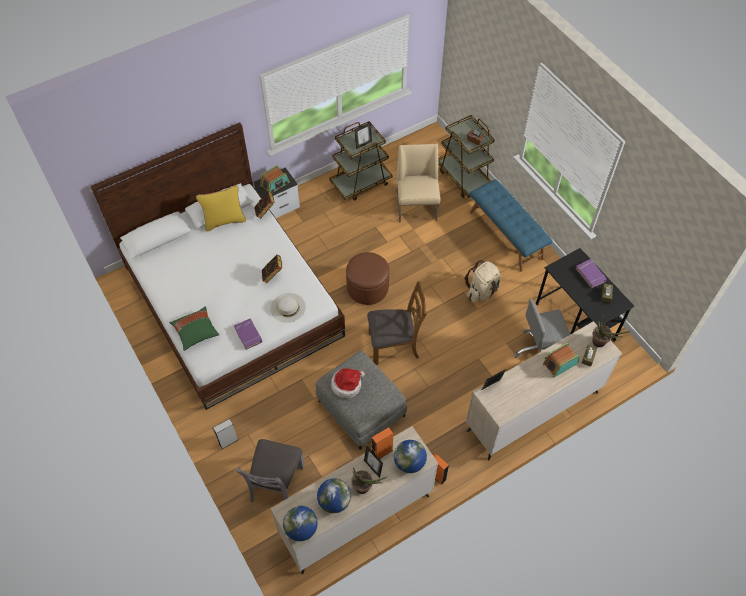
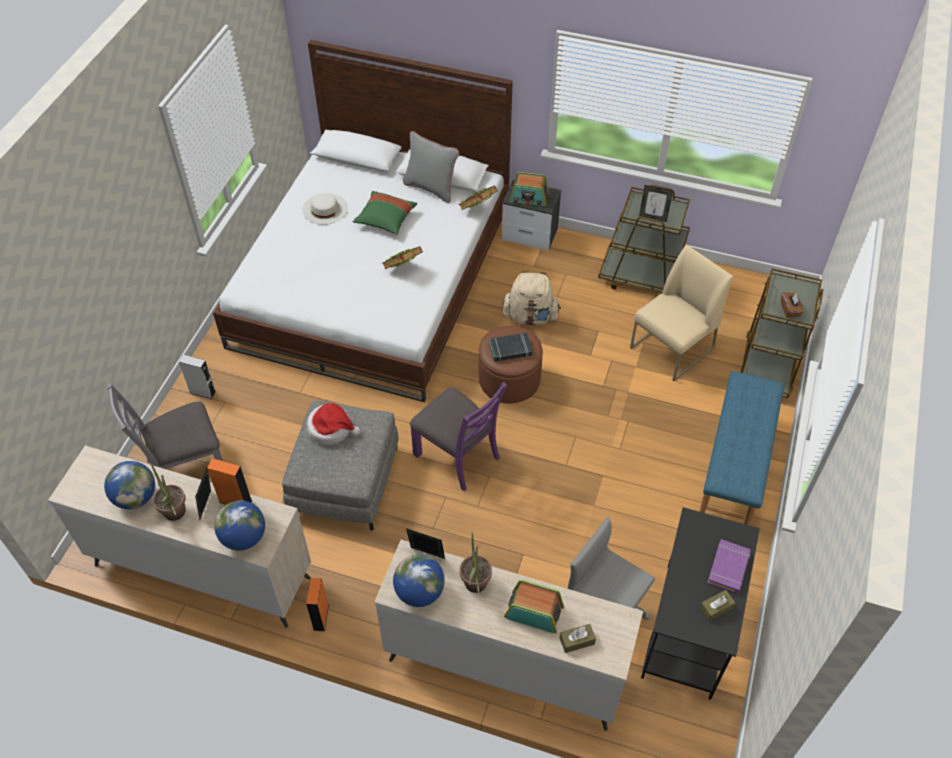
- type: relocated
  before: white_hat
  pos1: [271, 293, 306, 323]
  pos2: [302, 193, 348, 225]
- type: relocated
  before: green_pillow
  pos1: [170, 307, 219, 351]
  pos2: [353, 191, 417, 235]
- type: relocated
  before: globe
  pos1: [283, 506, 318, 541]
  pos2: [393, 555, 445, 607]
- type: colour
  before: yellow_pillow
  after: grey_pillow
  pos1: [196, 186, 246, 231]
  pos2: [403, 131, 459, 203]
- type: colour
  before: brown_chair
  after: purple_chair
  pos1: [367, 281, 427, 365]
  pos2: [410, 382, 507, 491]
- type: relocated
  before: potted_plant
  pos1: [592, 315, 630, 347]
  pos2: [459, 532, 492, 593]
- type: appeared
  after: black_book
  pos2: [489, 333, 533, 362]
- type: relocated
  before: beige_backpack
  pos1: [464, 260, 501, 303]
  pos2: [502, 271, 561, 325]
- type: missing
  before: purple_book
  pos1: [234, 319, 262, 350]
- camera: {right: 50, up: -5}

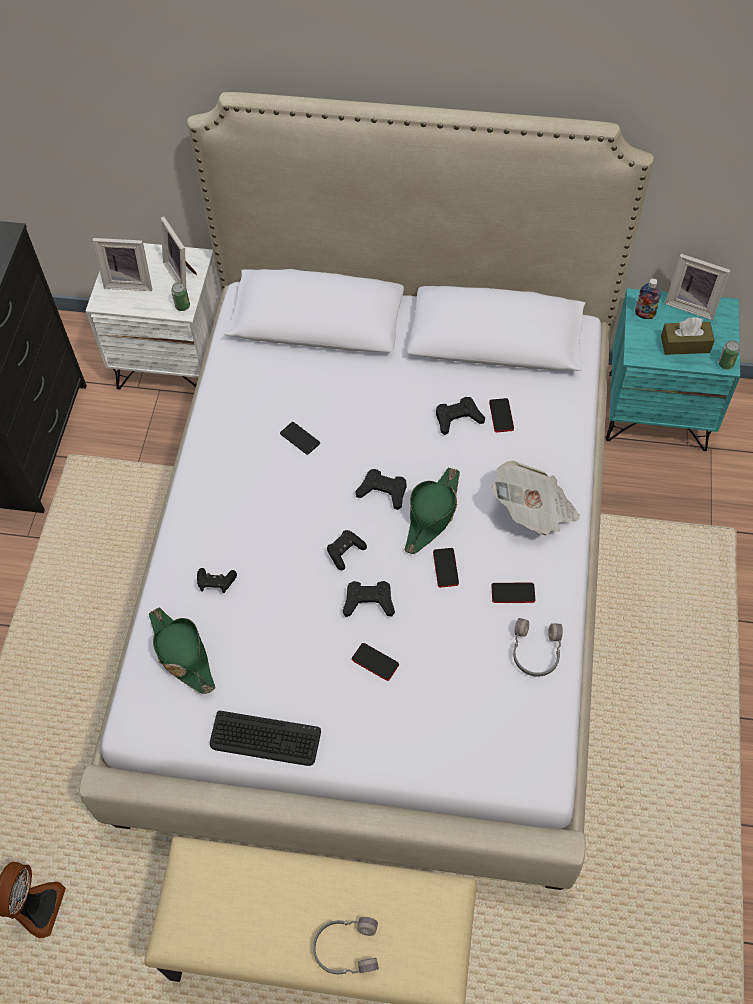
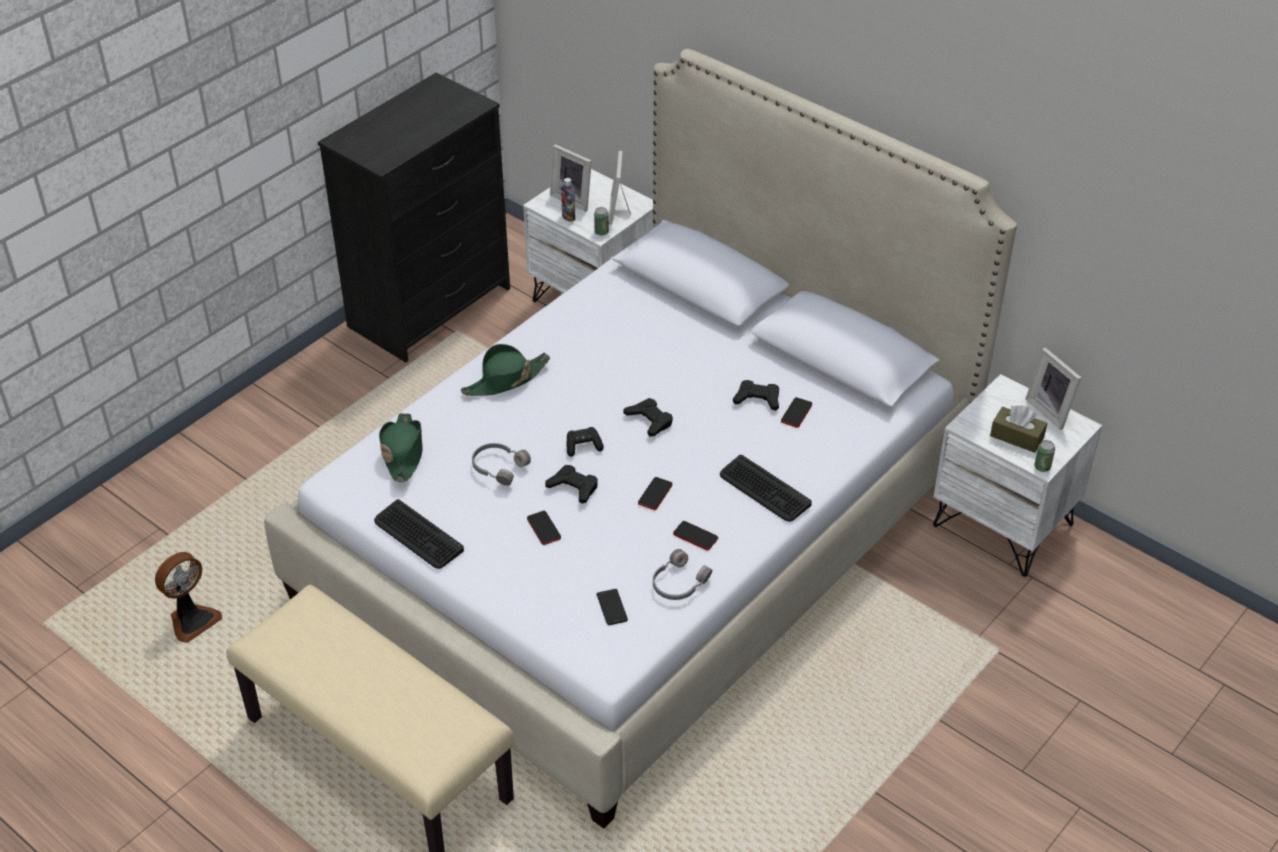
- type: relocated
  before: green_hat
  pos1: [404, 468, 460, 554]
  pos2: [461, 344, 550, 396]
- type: relocated
  before: grey_headphones
  pos1: [313, 917, 379, 974]
  pos2: [472, 443, 531, 486]
- type: relocated
  before: bottle
  pos1: [635, 278, 661, 319]
  pos2: [561, 178, 576, 222]
- type: relocated
  before: phone
  pos1: [280, 422, 320, 455]
  pos2: [597, 589, 628, 625]
- type: exchanged
  before: newspaper
  after: keyboard
  pos1: [491, 461, 580, 535]
  pos2: [720, 455, 812, 522]
- type: colour
  before: turquoise_nightstand
  after: white_nightstand
  pos1: [606, 288, 740, 451]
  pos2: [933, 374, 1102, 577]
- type: missing
  before: black_game_controller
  pos1: [197, 568, 237, 593]
- camera: {right: 30, up: -15}

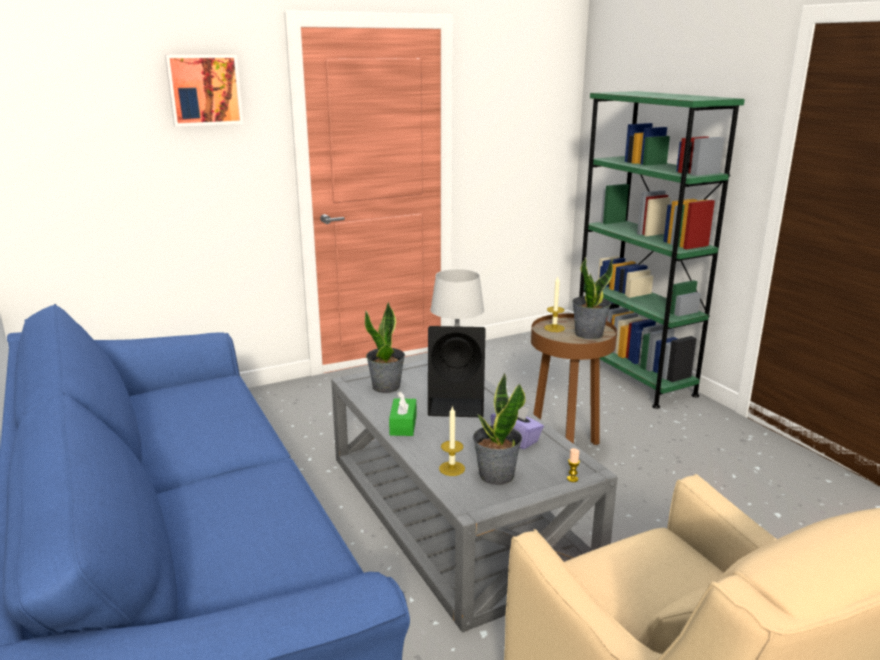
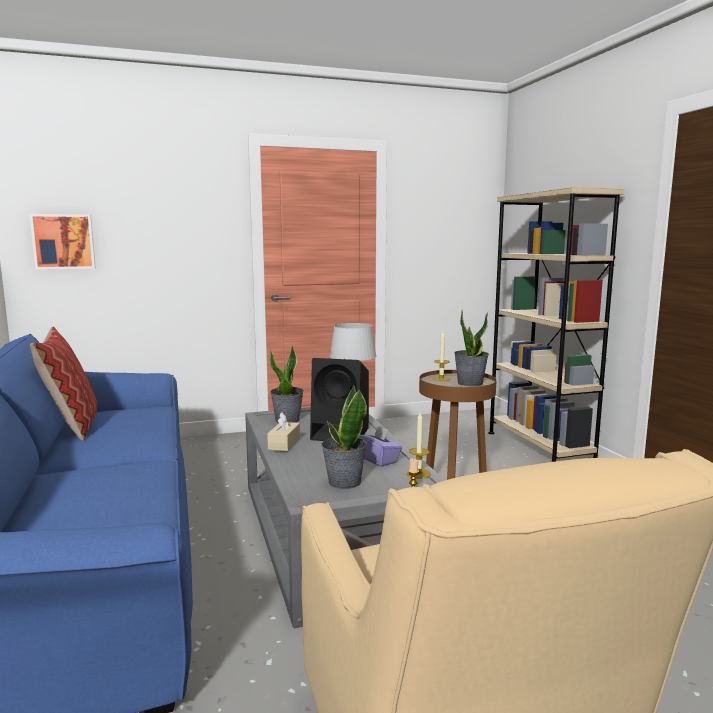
- type: relocated
  before: picture
  pos1: [165, 55, 243, 127]
  pos2: [30, 214, 96, 270]
- type: appeared
  after: pillow
  pos2: [30, 327, 97, 441]
- type: colour
  before: green_tissue_box
  after: beige_tissue_box
  pos1: [389, 391, 417, 436]
  pos2: [267, 412, 300, 451]
- type: relocated
  before: candle
  pos1: [439, 405, 465, 476]
  pos2: [407, 413, 431, 479]
- type: colour
  before: green_bookcase
  after: beige_bookcase
  pos1: [579, 91, 745, 409]
  pos2: [488, 187, 624, 462]
- camera: {right: 10, up: -10}

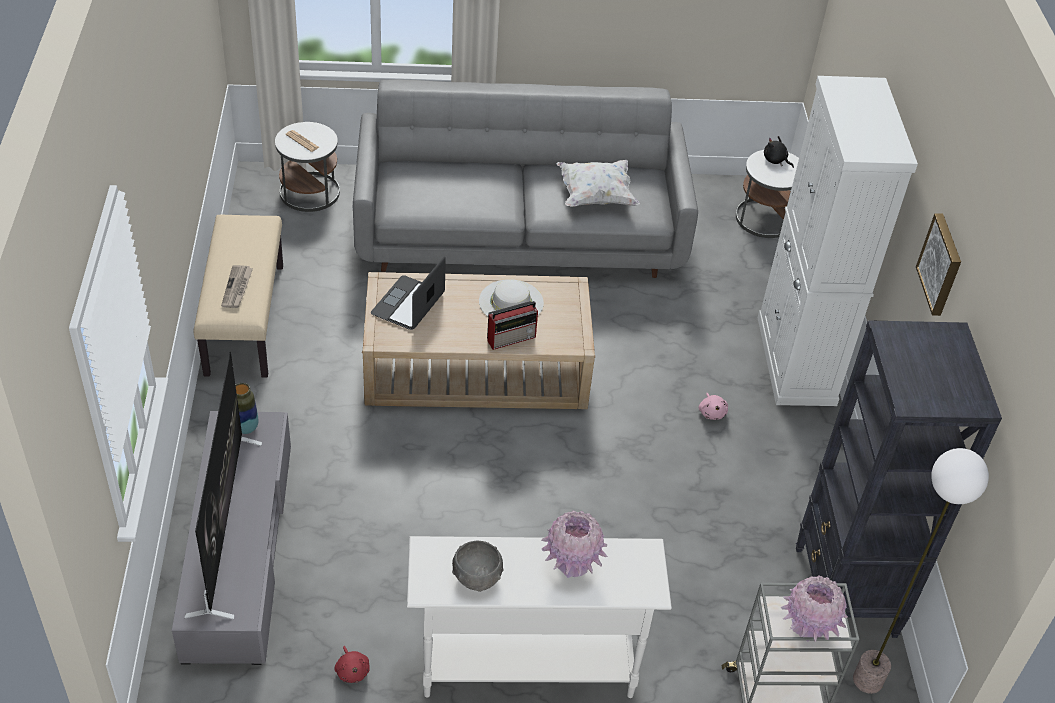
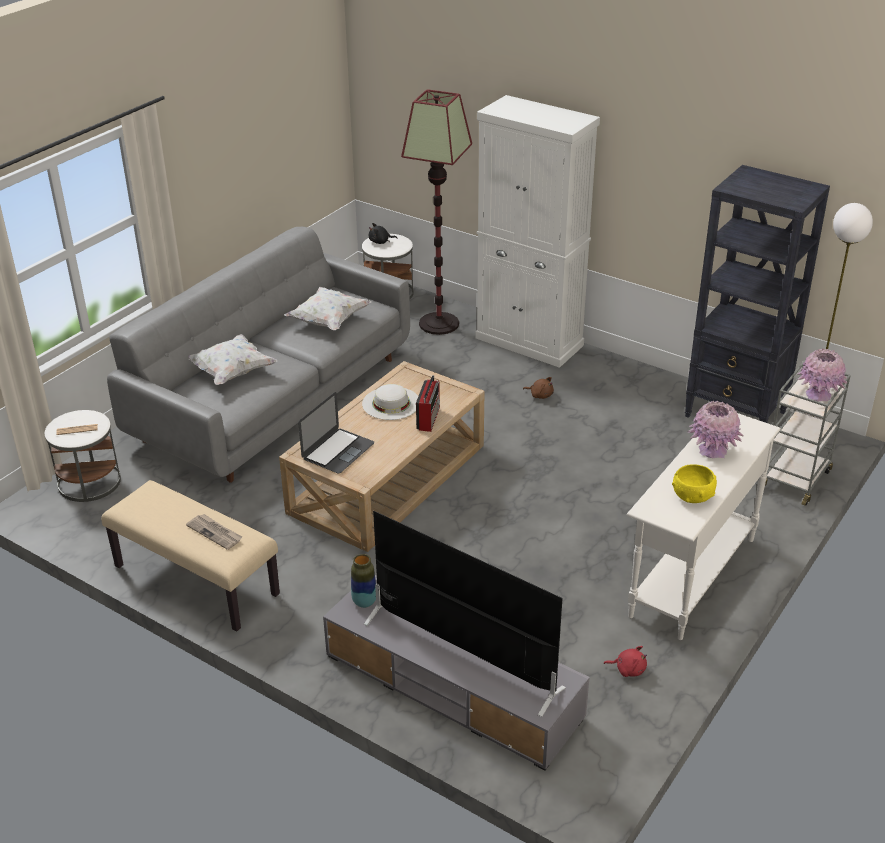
- type: appeared
  after: white_pillow
  pos2: [188, 334, 277, 385]
- type: spun
  before: laptop
  pos1: [371, 256, 446, 330]
  pos2: [298, 392, 374, 473]
  turn: -120
- type: appeared
  after: floor_lamp
  pos2: [401, 89, 472, 335]
- type: colour
  before: pink_plush_toy
  after: brown_plush_toy
  pos1: [699, 393, 728, 420]
  pos2: [523, 377, 554, 399]
- type: colour
  before: grey_bowl
  after: yellow_bowl
  pos1: [452, 541, 504, 592]
  pos2: [672, 464, 717, 503]
- type: missing
  before: picture
  pos1: [916, 213, 961, 316]
- camera: {right: -50, up: -10}

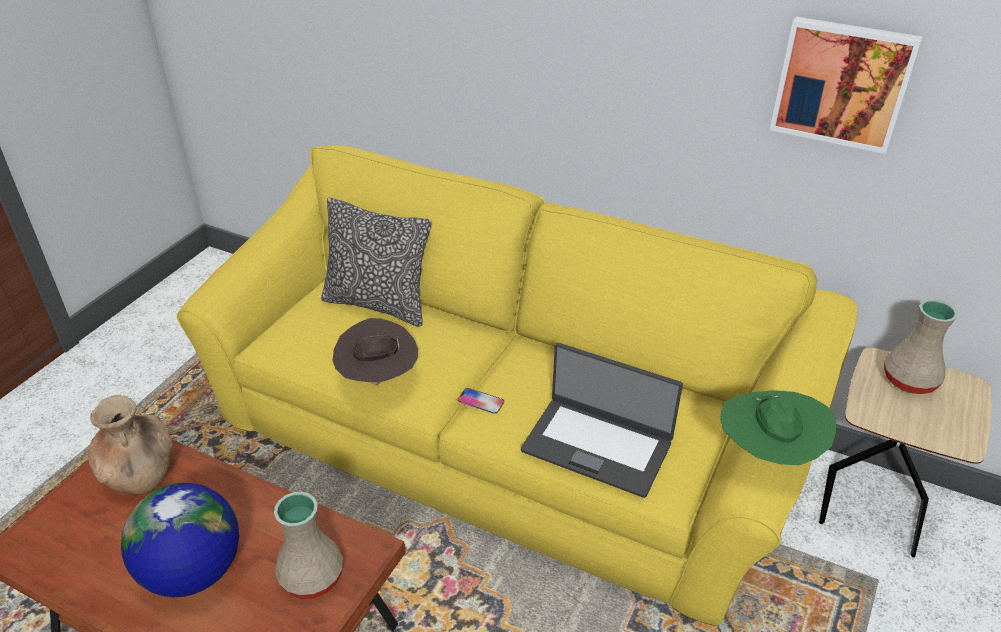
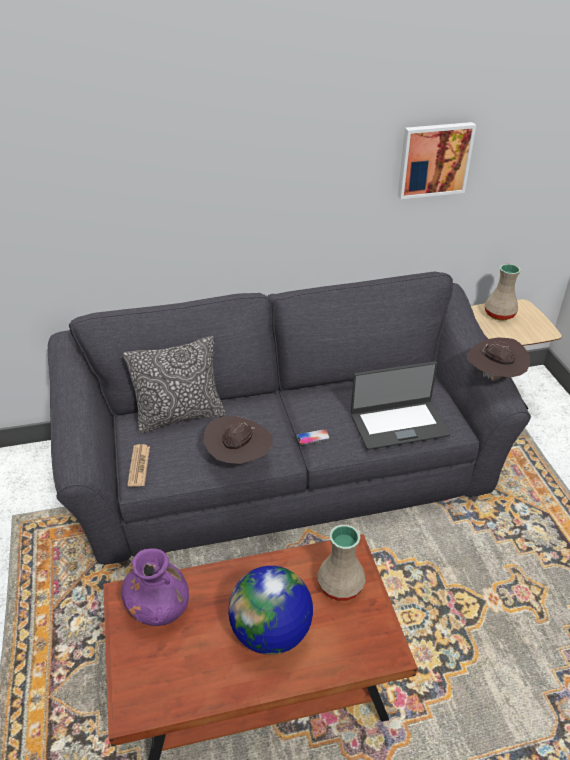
- type: colour
  before: yellow_sofa
  after: grey_sofa
  pos1: [177, 145, 858, 626]
  pos2: [48, 272, 531, 565]
- type: colour
  before: brown_vase
  after: purple_vase
  pos1: [88, 395, 173, 495]
  pos2: [121, 548, 189, 626]
- type: appeared
  after: newspaper
  pos2: [127, 444, 150, 487]
- type: colour
  before: green_hat
  after: brown_hat
  pos1: [720, 390, 836, 465]
  pos2: [467, 338, 530, 381]
- camera: {right: -40, up: 0}

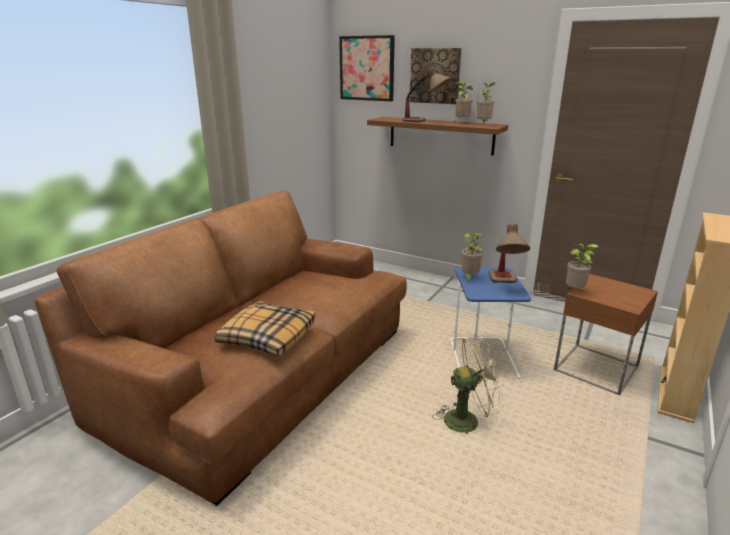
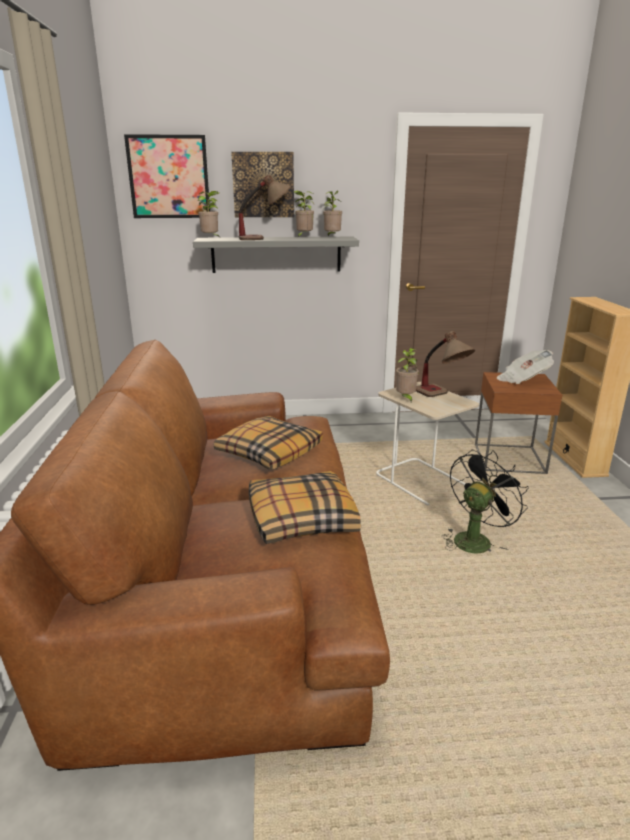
- type: colour
  before: brown_shelf
  after: grey_shelf
  pos1: [367, 117, 508, 156]
  pos2: [193, 237, 359, 273]
- type: relocated
  before: potted_plant
  pos1: [566, 244, 599, 290]
  pos2: [198, 191, 219, 236]
- type: appeared
  after: pillow
  pos2: [214, 416, 323, 470]
- type: colour
  before: blue_side_table
  after: beige_side_table
  pos1: [450, 267, 531, 379]
  pos2: [376, 382, 479, 505]
- type: colour
  before: beige_fan
  after: black_fan
  pos1: [435, 336, 505, 439]
  pos2: [443, 450, 529, 553]
- type: appeared
  after: newspaper
  pos2: [497, 350, 554, 384]
- camera: {right: -35, up: 0}

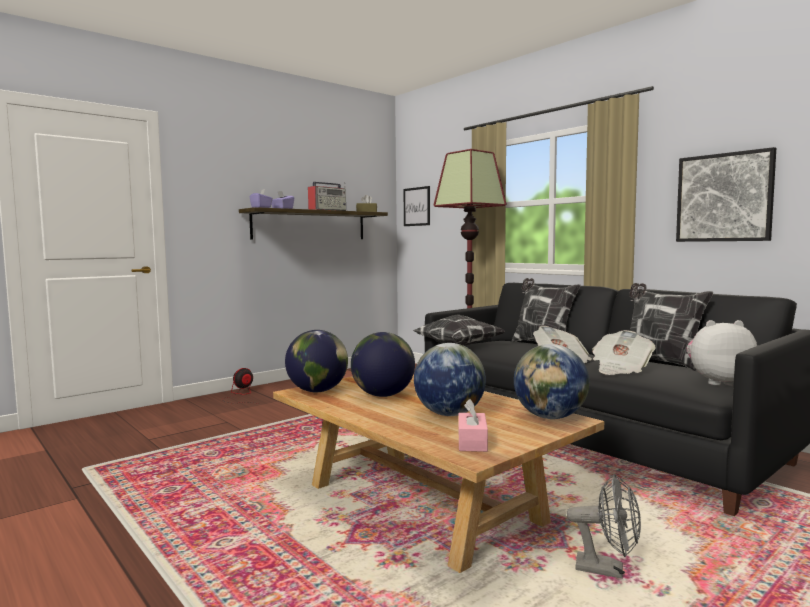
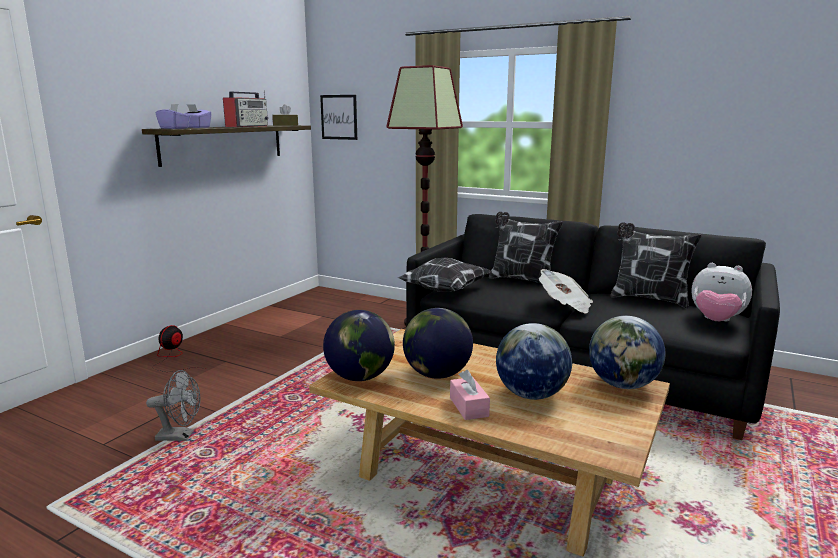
- type: relocated
  before: grey_fan
  pos1: [567, 474, 641, 579]
  pos2: [146, 370, 201, 441]
- type: relocated
  before: pink_tissue_box
  pos1: [459, 399, 488, 452]
  pos2: [450, 370, 490, 420]
- type: spun
  before: plush_toy
  pos1: [686, 320, 757, 386]
  pos2: [692, 263, 752, 321]
  turn: -135
- type: missing
  before: newspaper
  pos1: [592, 330, 656, 375]
- type: missing
  before: picture
  pos1: [676, 147, 776, 242]
- camera: {right: -20, up: 10}

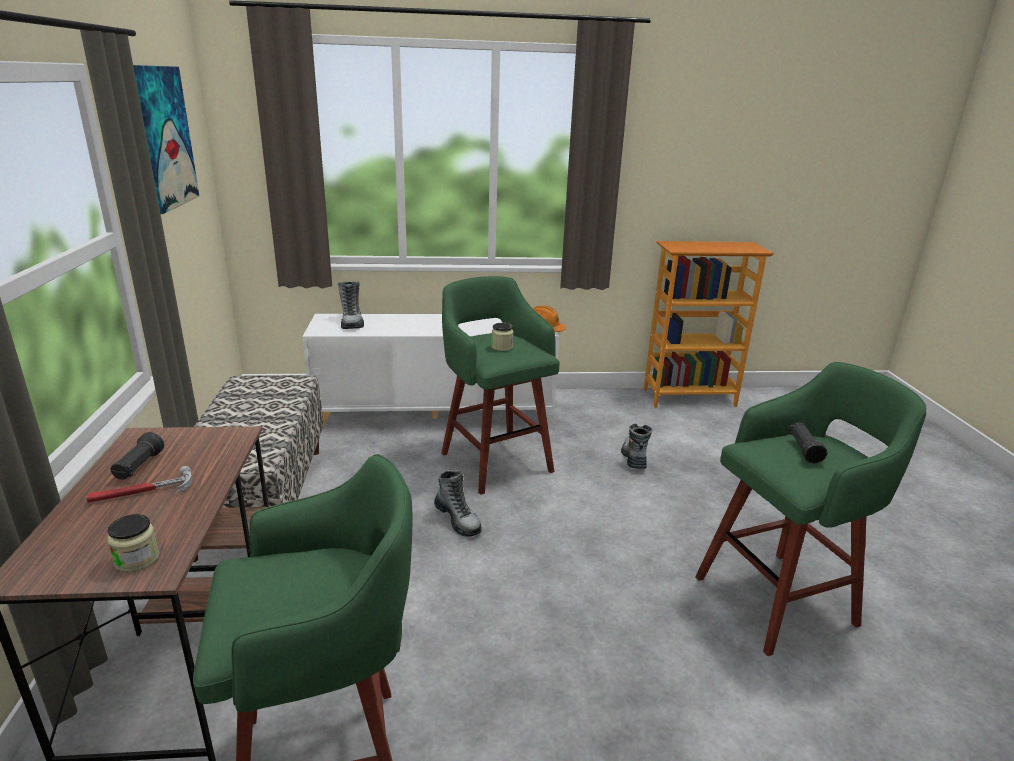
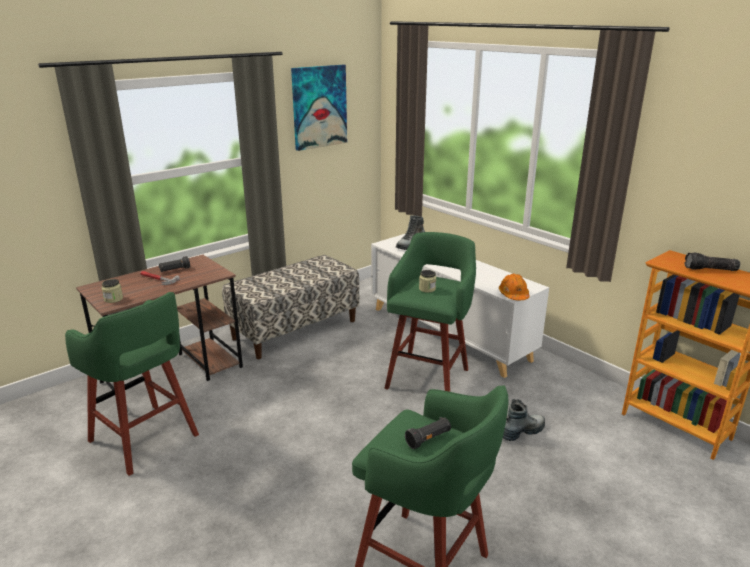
- type: appeared
  after: flashlight
  pos2: [684, 252, 740, 271]
- type: missing
  before: boot
  pos1: [434, 470, 482, 537]
- camera: {right: 55, up: 0}

